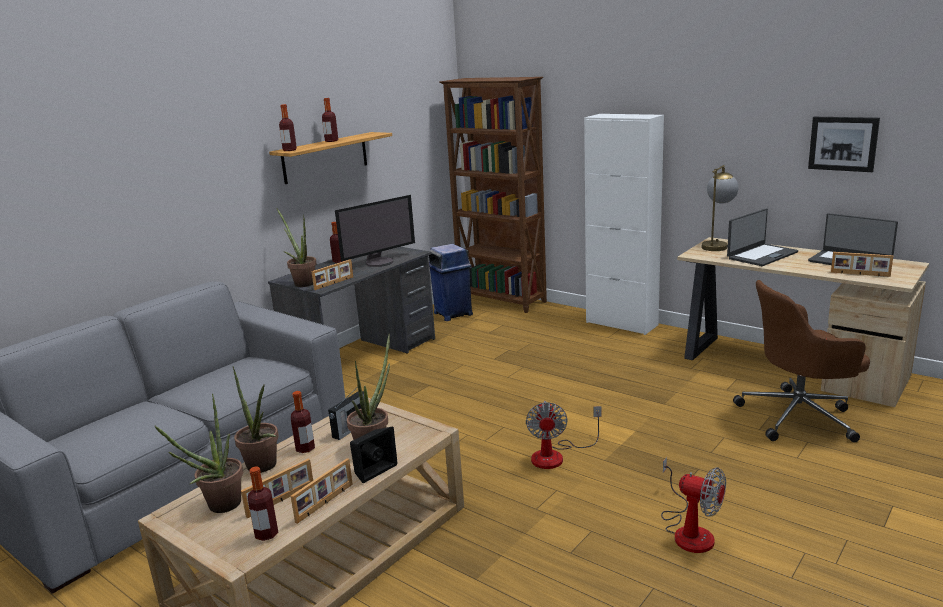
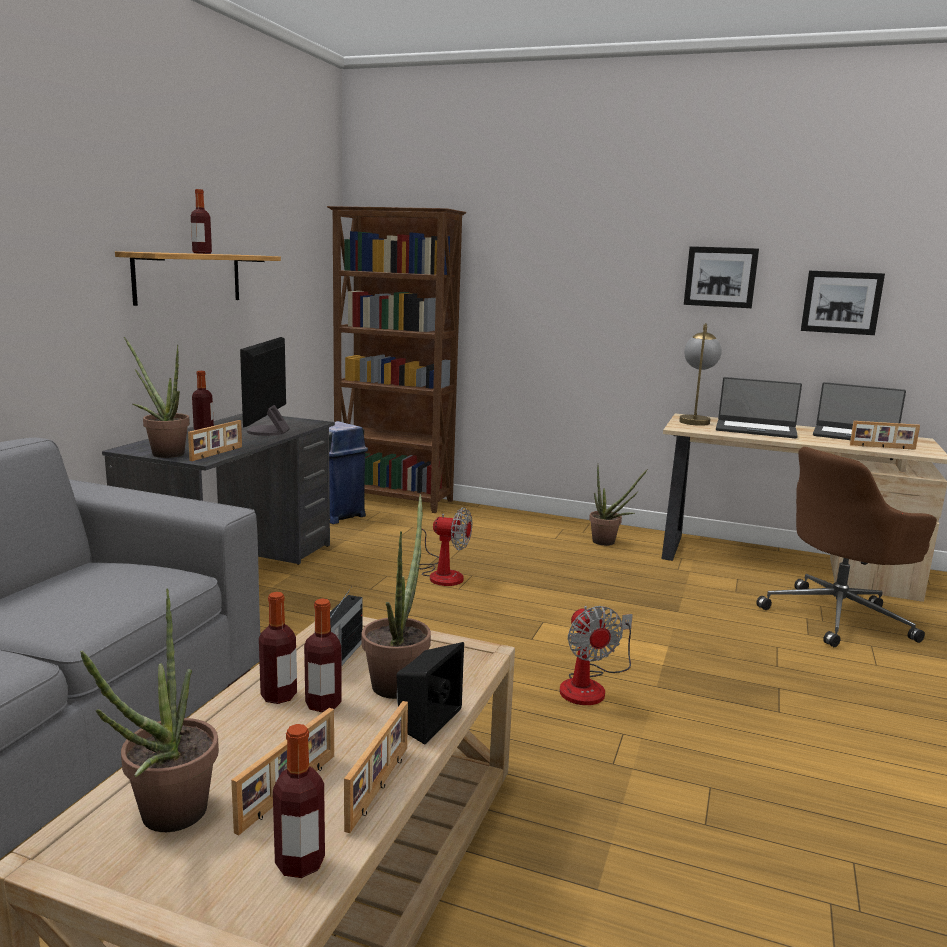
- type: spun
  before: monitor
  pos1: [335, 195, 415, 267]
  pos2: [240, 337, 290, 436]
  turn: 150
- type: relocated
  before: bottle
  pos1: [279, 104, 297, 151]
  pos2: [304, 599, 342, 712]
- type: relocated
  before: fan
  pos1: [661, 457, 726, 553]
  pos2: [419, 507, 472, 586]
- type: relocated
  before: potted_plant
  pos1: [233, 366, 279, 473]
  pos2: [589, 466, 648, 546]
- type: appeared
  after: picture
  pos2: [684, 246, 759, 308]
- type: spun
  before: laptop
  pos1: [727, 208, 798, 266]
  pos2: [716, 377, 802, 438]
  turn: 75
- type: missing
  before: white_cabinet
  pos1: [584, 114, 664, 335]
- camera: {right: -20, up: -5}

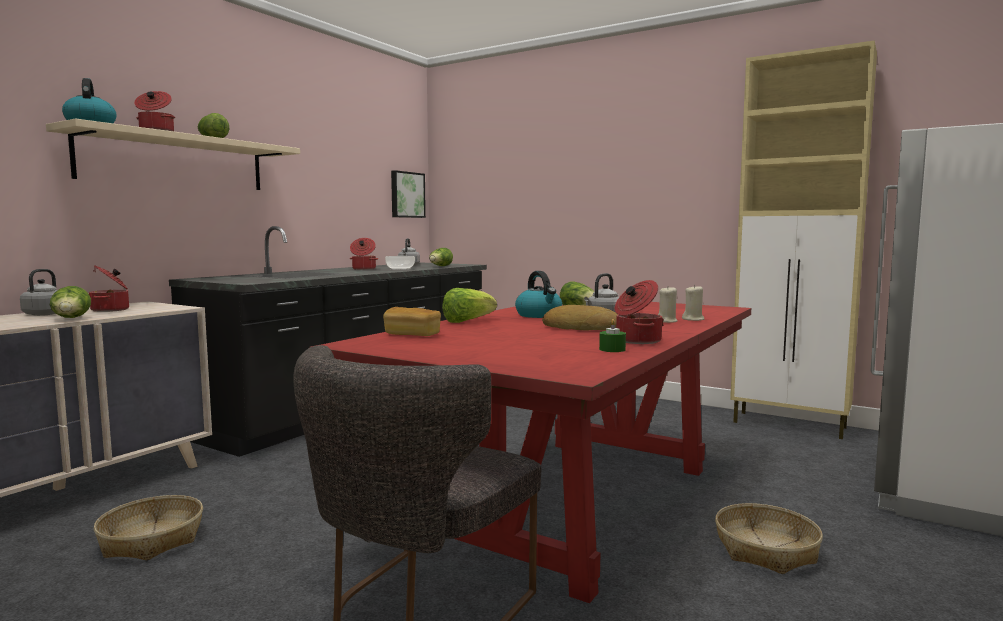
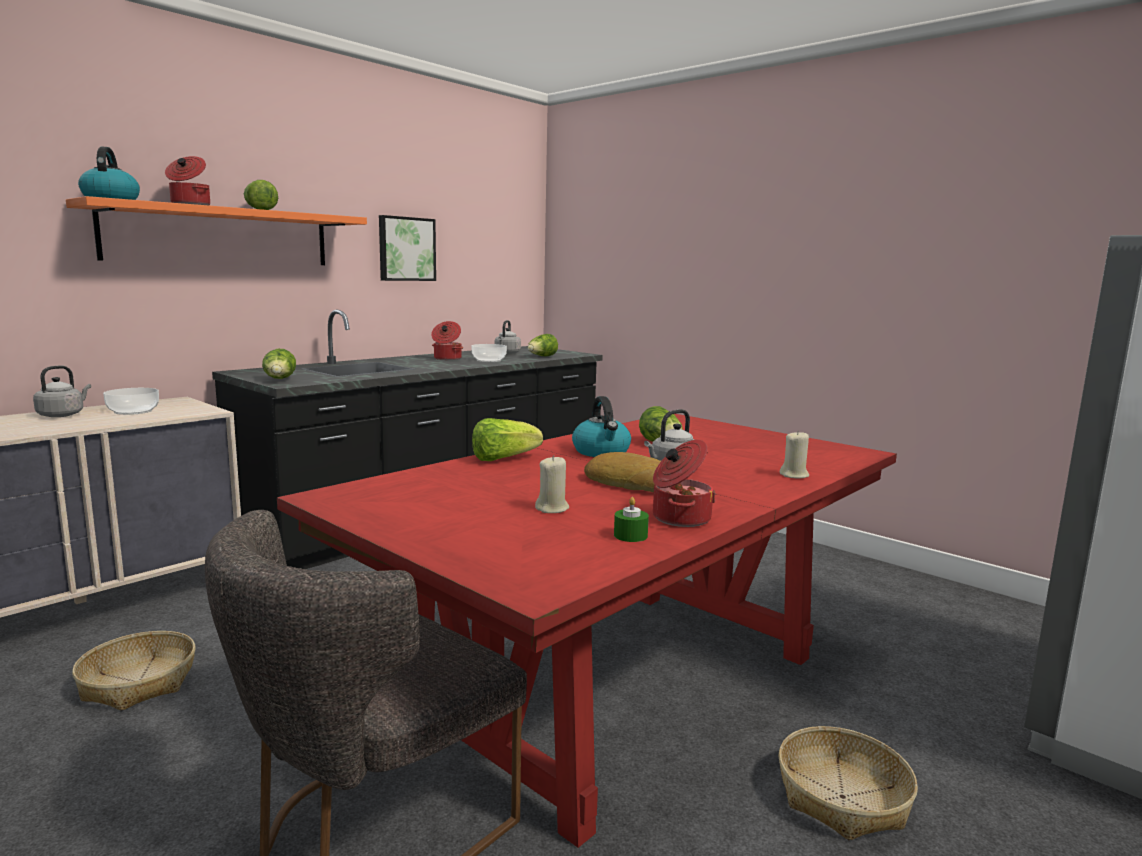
- type: colour
  before: beige_shelf
  after: orange_shelf
  pos1: [46, 118, 300, 190]
  pos2: [66, 196, 367, 265]
- type: exchanged
  before: cooking_pot
  after: bowl
  pos1: [89, 265, 129, 312]
  pos2: [103, 388, 159, 415]
- type: relocated
  before: lettuce
  pos1: [50, 286, 91, 318]
  pos2: [262, 349, 296, 379]
- type: relocated
  before: picture
  pos1: [391, 170, 426, 218]
  pos2: [379, 215, 436, 281]
- type: relocated
  before: beige_candle
  pos1: [658, 288, 678, 323]
  pos2: [535, 455, 569, 513]
- type: missing
  before: bread
  pos1: [383, 307, 441, 336]
- type: missing
  before: beige_cabinet
  pos1: [730, 40, 877, 439]
- camera: {right: 10, up: 5}

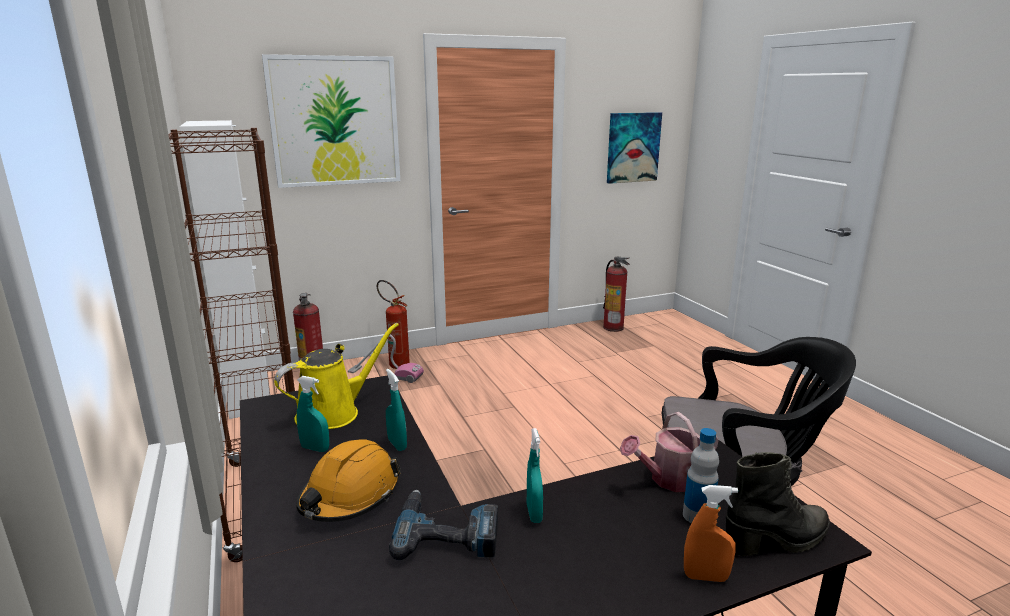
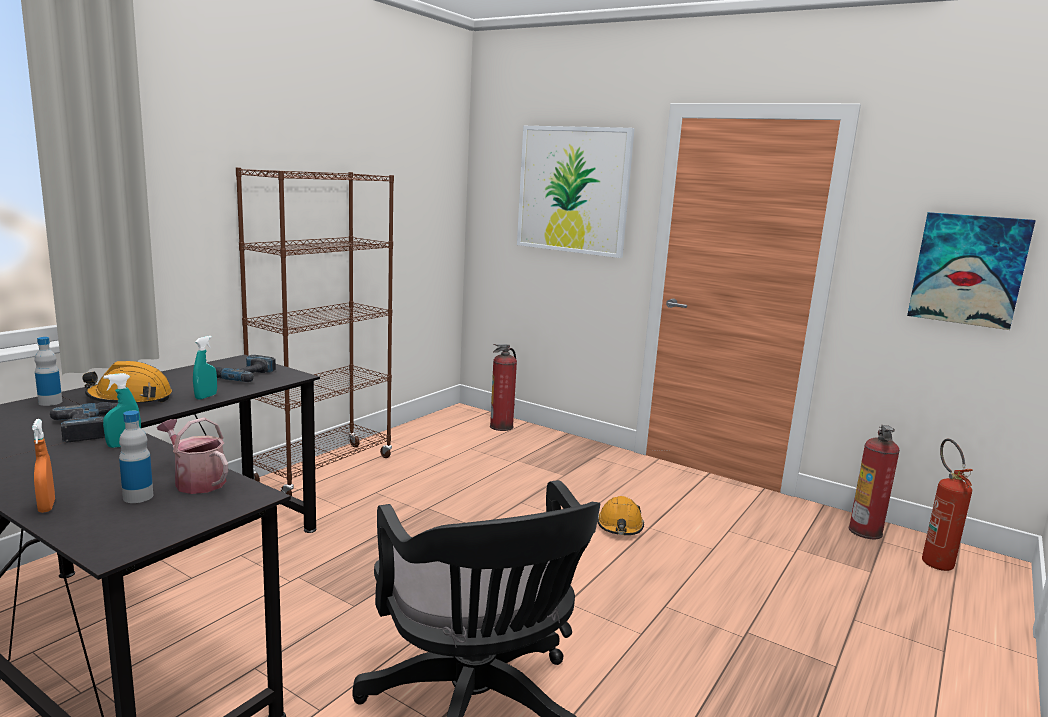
- type: appeared
  after: bottle
  pos2: [34, 337, 62, 406]
- type: exchanged
  before: yellow_watering_can
  after: power_drill
  pos1: [274, 323, 399, 429]
  pos2: [215, 355, 276, 382]
- type: appeared
  after: orange_hard_hat
  pos2: [597, 496, 644, 535]
- type: relocated
  before: fire_extinguisher
  pos1: [377, 280, 410, 369]
  pos2: [922, 439, 973, 571]
- type: missing
  before: white_cabinet
  pos1: [179, 120, 270, 419]
- type: missing
  before: turquoise_spray_bottle
  pos1: [297, 376, 329, 452]
- type: missing
  before: vacuum_cleaner
  pos1: [348, 334, 424, 383]
- type: missing
  before: black_boot
  pos1: [726, 452, 830, 556]
- camera: {right: 55, up: -5}

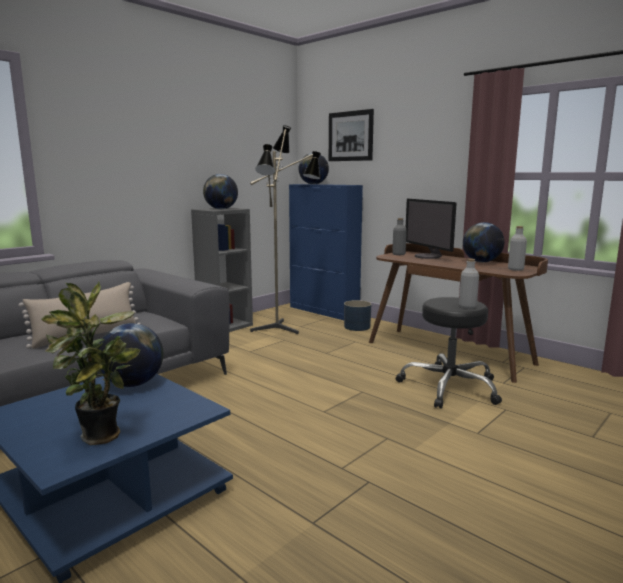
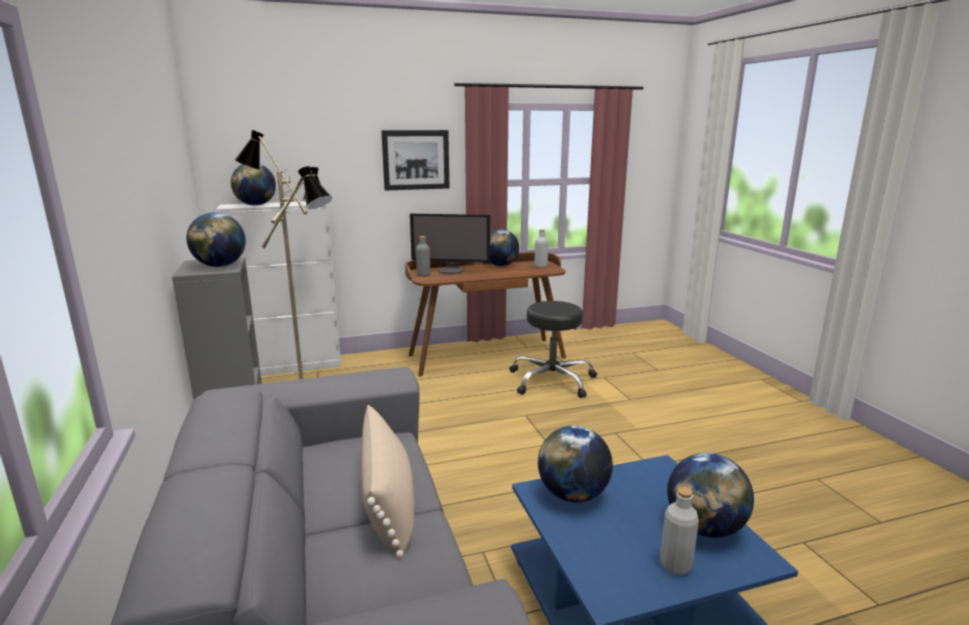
- type: colour
  before: blue_cabinet
  after: white_cabinet
  pos1: [289, 184, 363, 320]
  pos2: [216, 202, 341, 376]
- type: relocated
  before: picture
  pos1: [329, 109, 374, 161]
  pos2: [381, 130, 449, 191]
- type: relocated
  before: grey_bottle
  pos1: [459, 259, 479, 309]
  pos2: [660, 487, 699, 575]
- type: exchanged
  before: potted_plant
  after: globe
  pos1: [41, 281, 140, 445]
  pos2: [667, 453, 754, 538]
- type: missing
  before: blue_planter
  pos1: [344, 300, 371, 331]
- camera: {right: -60, up: 5}

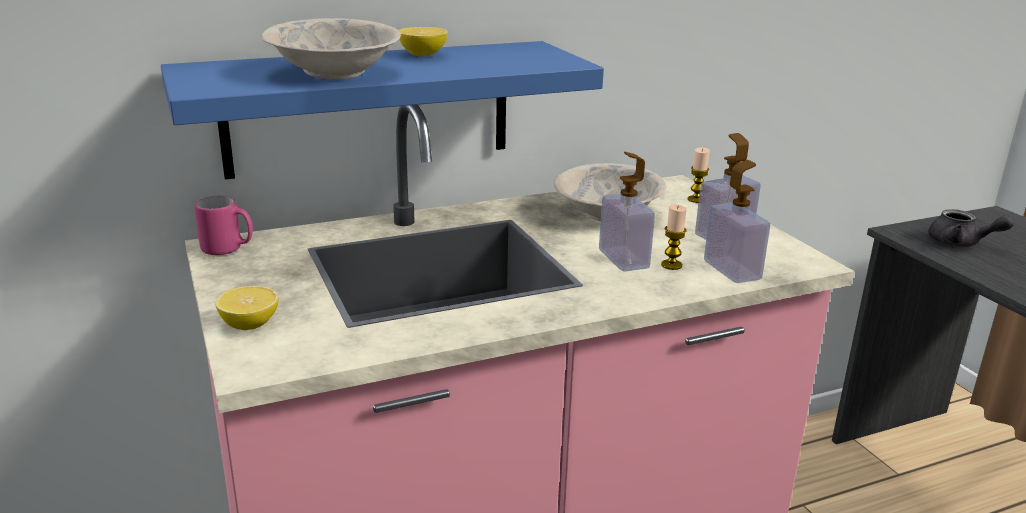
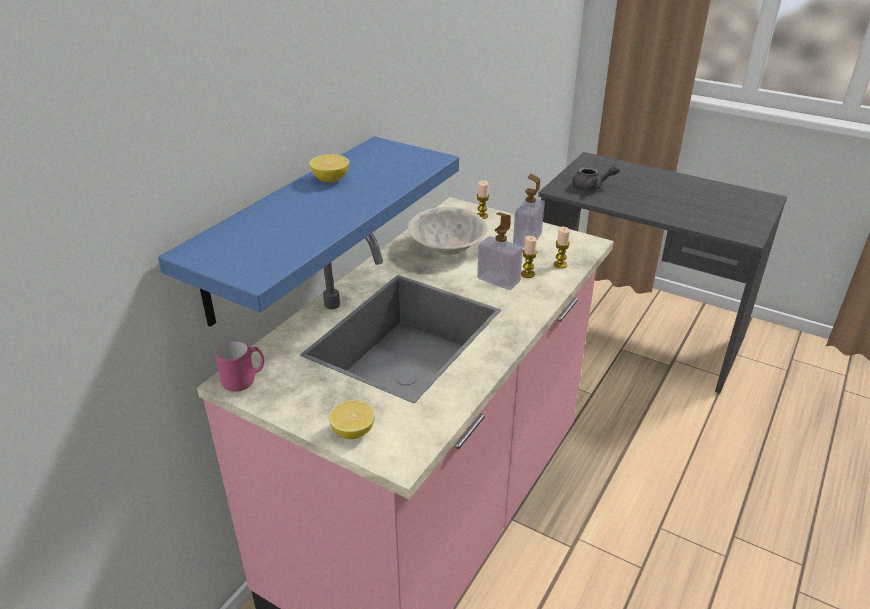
- type: exchanged
  before: soap_dispenser
  after: candle
  pos1: [704, 160, 770, 283]
  pos2: [553, 227, 570, 269]
- type: missing
  before: beige_bowl
  pos1: [262, 18, 401, 80]
- camera: {right: -35, up: 10}

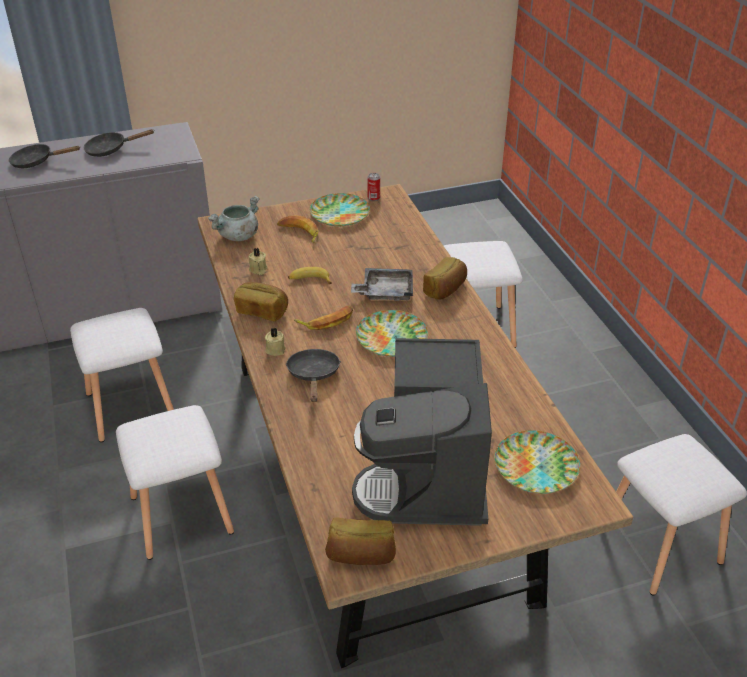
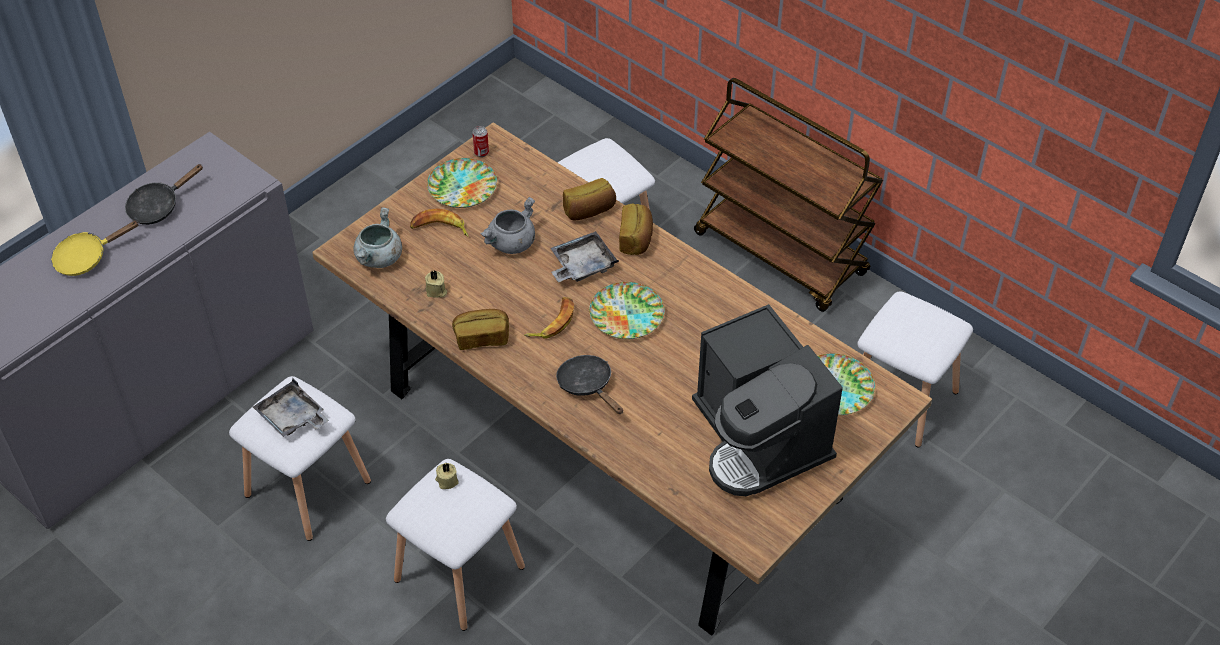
- type: colour
  before: black_frying_pan
  after: yellow_frying_pan
  pos1: [9, 144, 80, 168]
  pos2: [51, 221, 139, 276]
- type: appeared
  after: grey_tray
  pos2: [253, 378, 329, 437]
- type: relocated
  before: beige_candle
  pos1: [265, 328, 286, 356]
  pos2: [435, 463, 459, 489]
- type: appeared
  after: grey_cooking_pot
  pos2: [481, 197, 535, 254]
- type: relocated
  before: bread
  pos1: [325, 517, 396, 565]
  pos2: [563, 178, 616, 221]
- type: appeared
  after: brown_cart
  pos2: [694, 78, 883, 312]
- type: missing
  before: banana
  pos1: [288, 267, 332, 284]
- camera: {right: -30, up: 10}

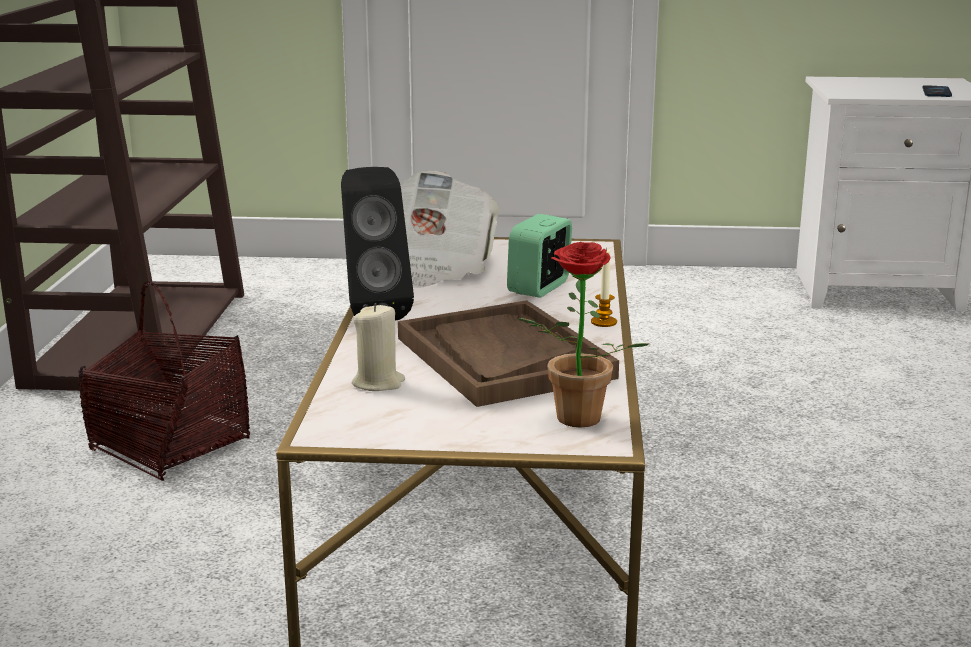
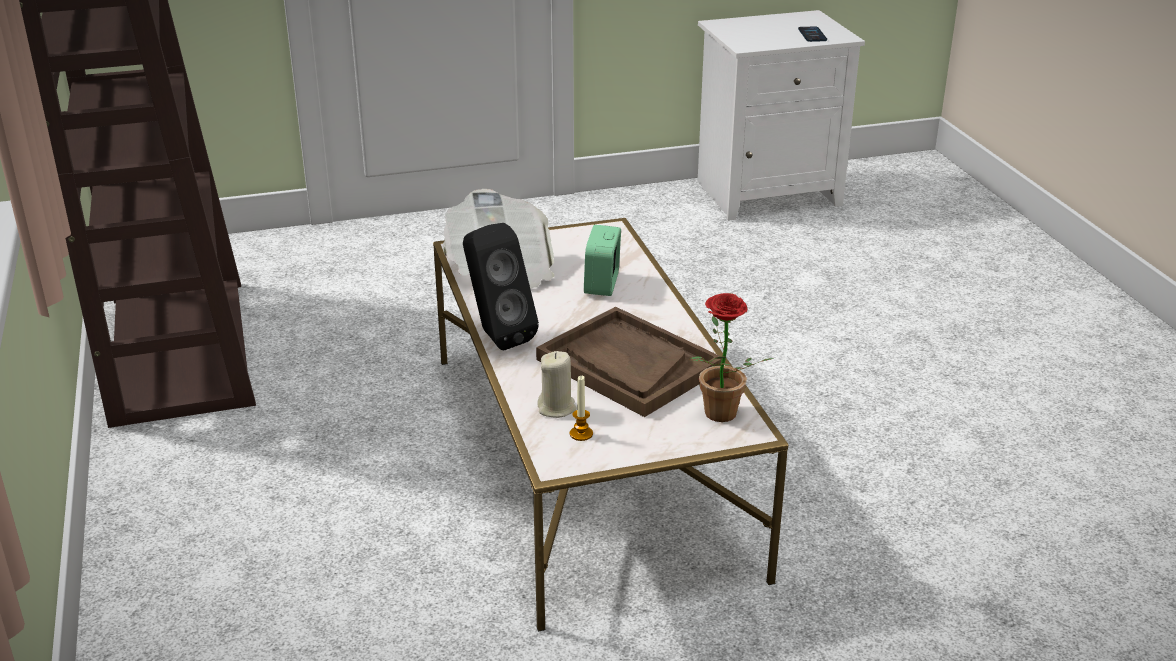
- type: relocated
  before: candle
  pos1: [591, 248, 617, 327]
  pos2: [570, 375, 593, 441]
- type: missing
  before: basket
  pos1: [79, 281, 250, 481]
- camera: {right: -20, up: 10}

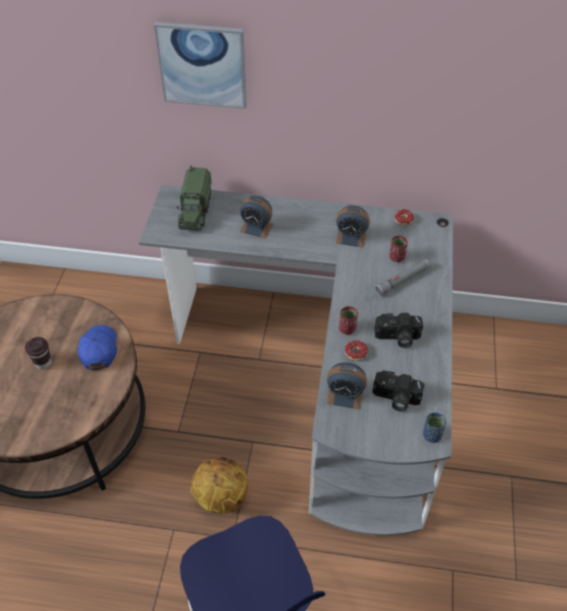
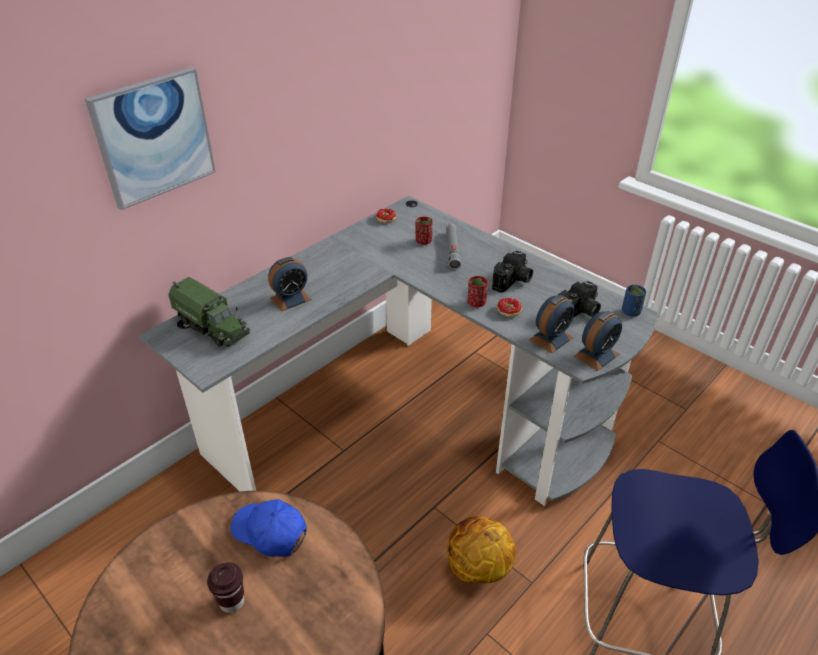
- type: relocated
  before: alarm_clock
  pos1: [336, 205, 370, 247]
  pos2: [574, 311, 622, 371]
- camera: {right: -55, up: -10}

